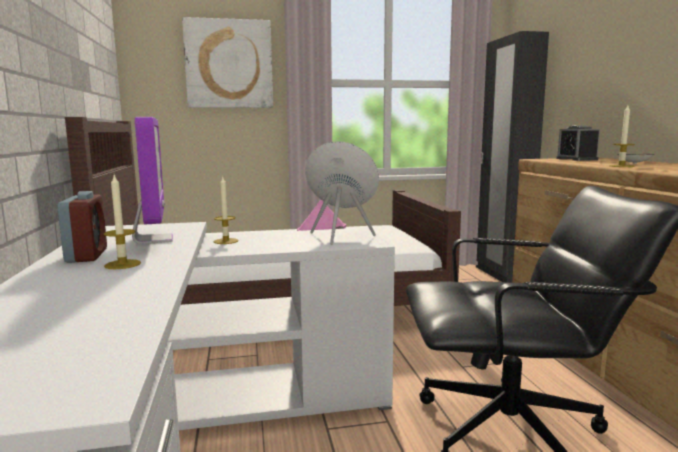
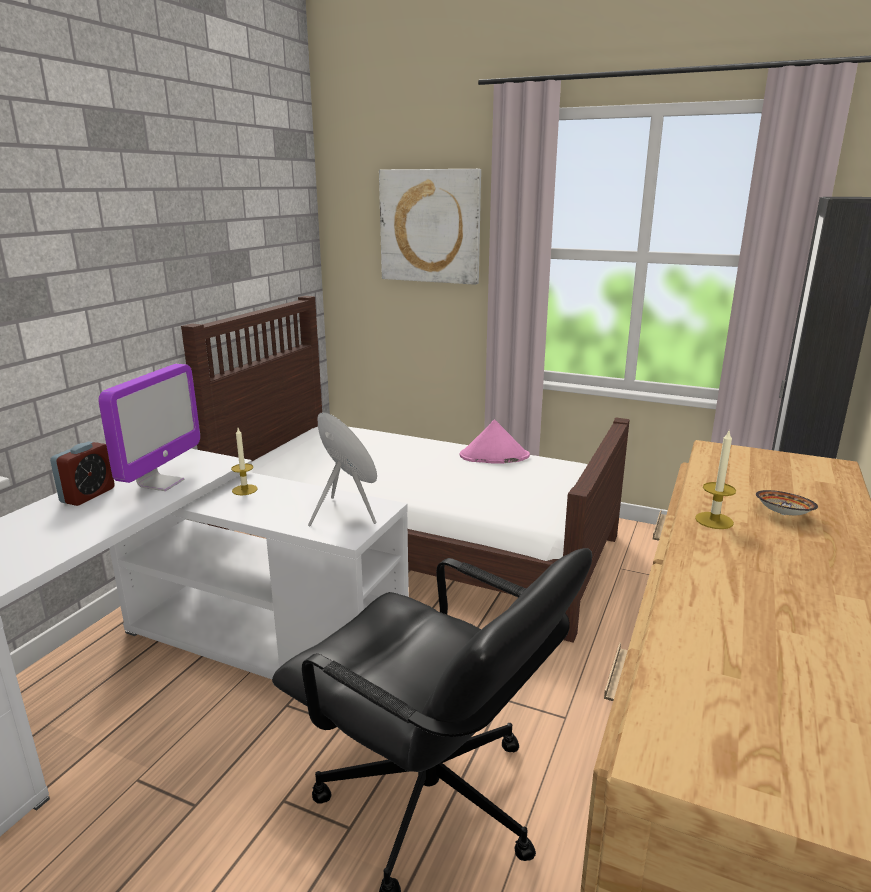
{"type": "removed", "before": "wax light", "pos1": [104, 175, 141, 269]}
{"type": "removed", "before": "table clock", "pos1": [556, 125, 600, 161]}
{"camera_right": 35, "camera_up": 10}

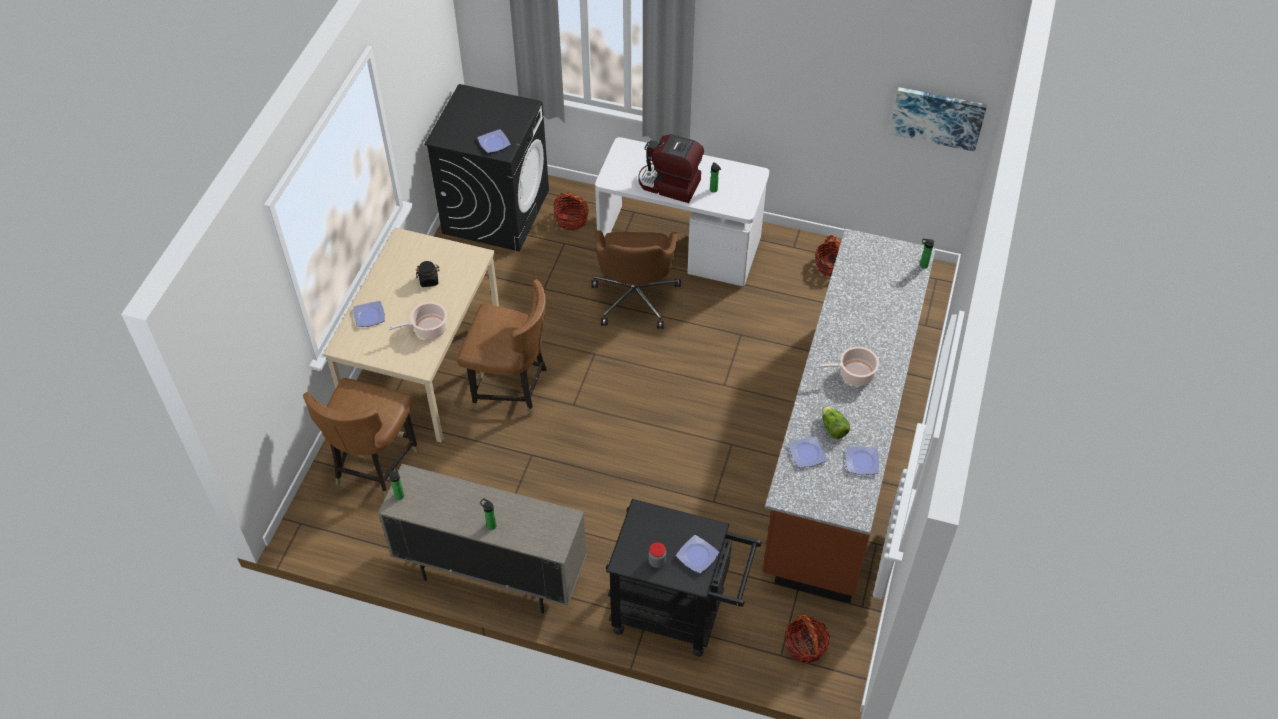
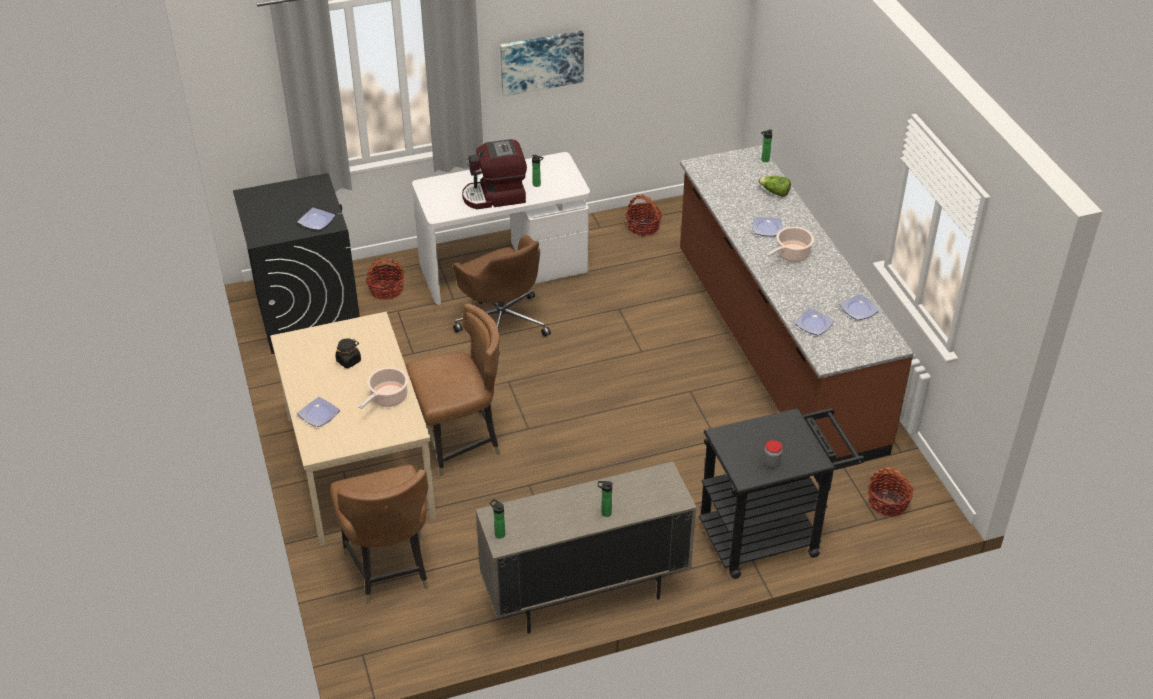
{"type": "moved", "before": "plate", "pos1": [676, 535, 719, 574], "pos2": [752, 217, 783, 236]}
{"type": "moved", "before": "lettuce head", "pos1": [822, 406, 850, 439], "pos2": [758, 176, 791, 197]}
{"type": "moved", "before": "wall art", "pos1": [889, 87, 987, 152], "pos2": [500, 31, 584, 96]}
{"camera_right": -35, "camera_up": -10}

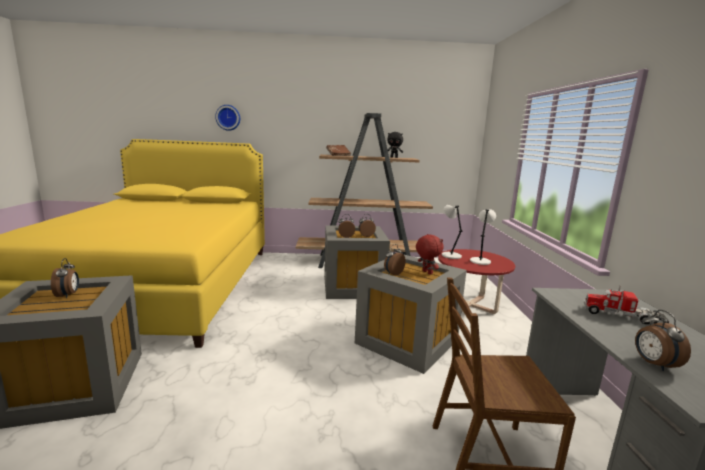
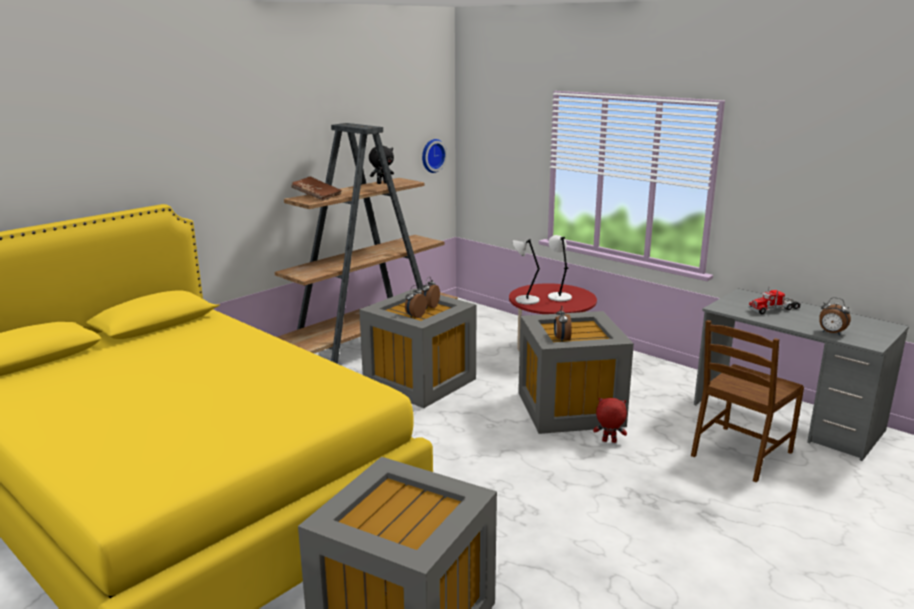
{"type": "removed", "before": "table clock", "pos1": [51, 258, 79, 298]}
{"type": "moved", "before": "wall clock", "pos1": [215, 105, 240, 131], "pos2": [422, 139, 447, 173]}
{"type": "moved", "before": "red soft toy", "pos1": [416, 234, 443, 275], "pos2": [593, 398, 627, 443]}
{"camera_right": -45, "camera_up": 5}

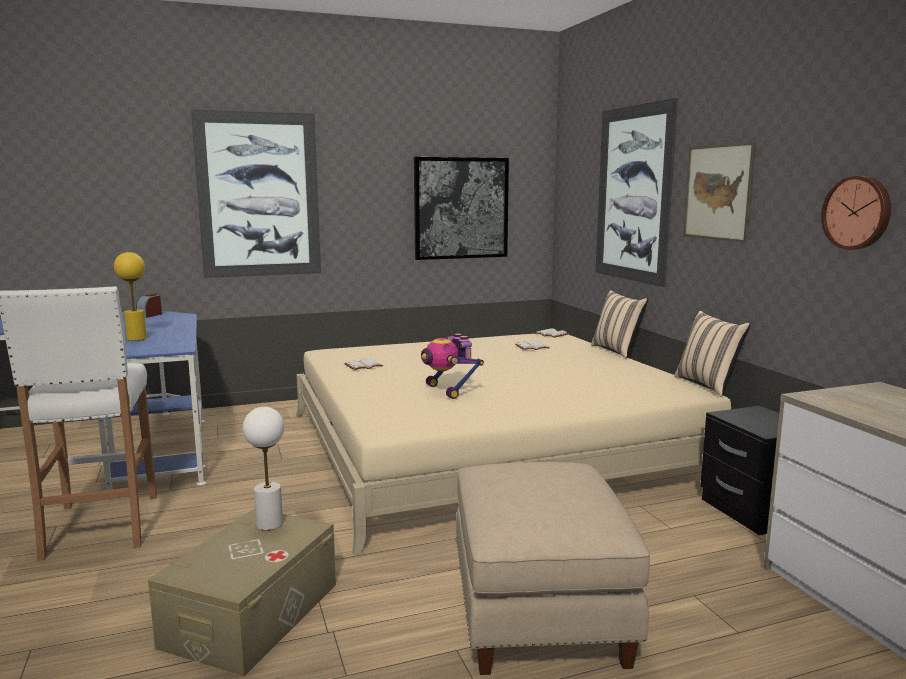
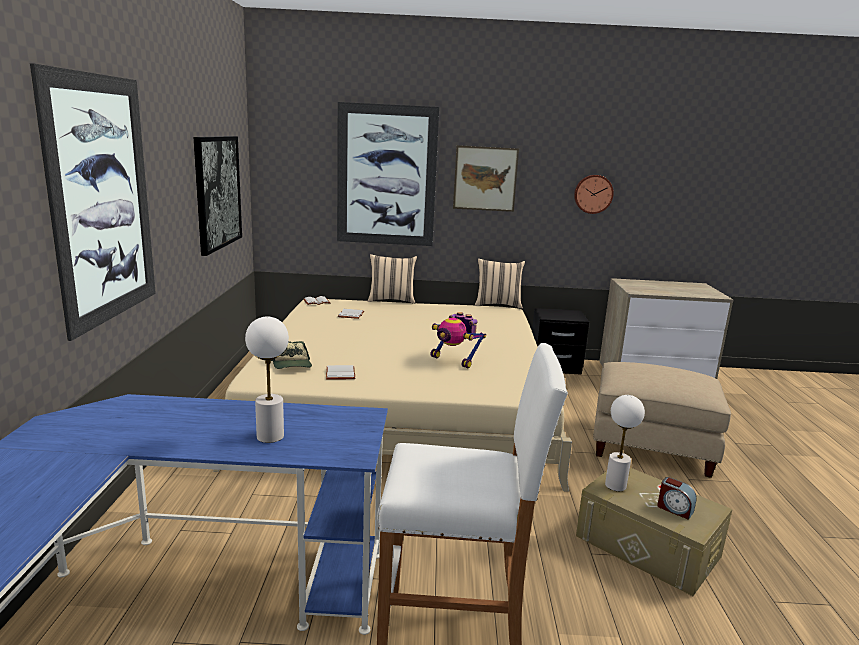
{"type": "added", "after": "baseball cap", "pos2": [271, 341, 312, 369]}
{"type": "moved", "before": "table clock", "pos1": [136, 294, 162, 318], "pos2": [657, 477, 697, 520]}
{"type": "recoloured", "before": "yellowish tabletop lamp", "after": "whitish tabletop lamp", "pos1": [114, 252, 147, 341], "pos2": [245, 317, 289, 443]}
{"type": "turned", "before": "robot figure", "pos1": [421, 333, 484, 399], "pos2": [431, 312, 486, 368], "turn": 45}
{"camera_right": -70, "camera_up": 5}

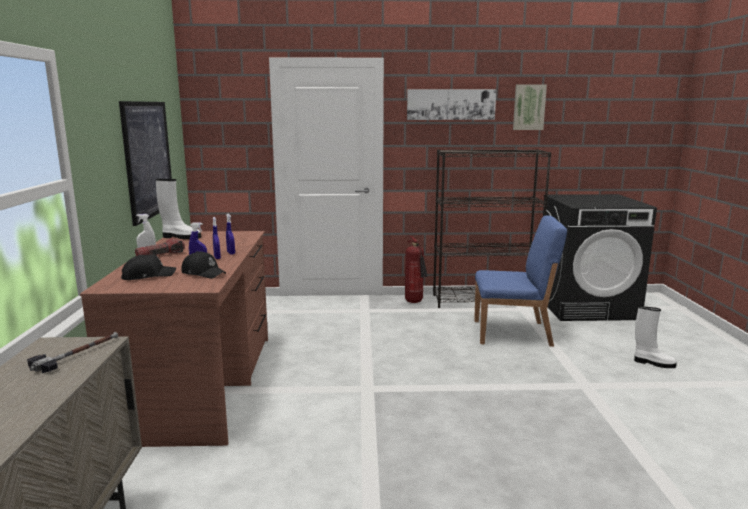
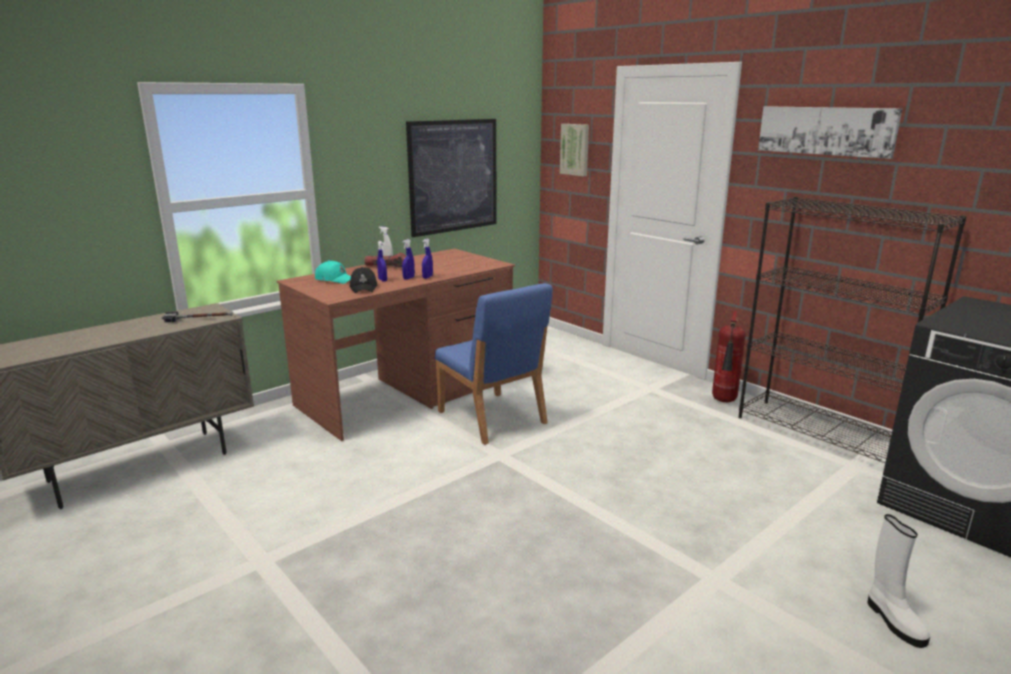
{"type": "removed", "before": "whitish boot", "pos1": [156, 179, 201, 239]}
{"type": "moved", "before": "blue-coloured upright chair", "pos1": [474, 215, 567, 347], "pos2": [435, 283, 553, 445]}
{"type": "moved", "before": "wall art", "pos1": [513, 84, 547, 130], "pos2": [560, 124, 589, 176]}
{"type": "recoloured", "before": "blackish baseball cap", "after": "turquoise baseball cap", "pos1": [121, 255, 176, 280], "pos2": [315, 260, 351, 284]}
{"camera_right": 50, "camera_up": 5}

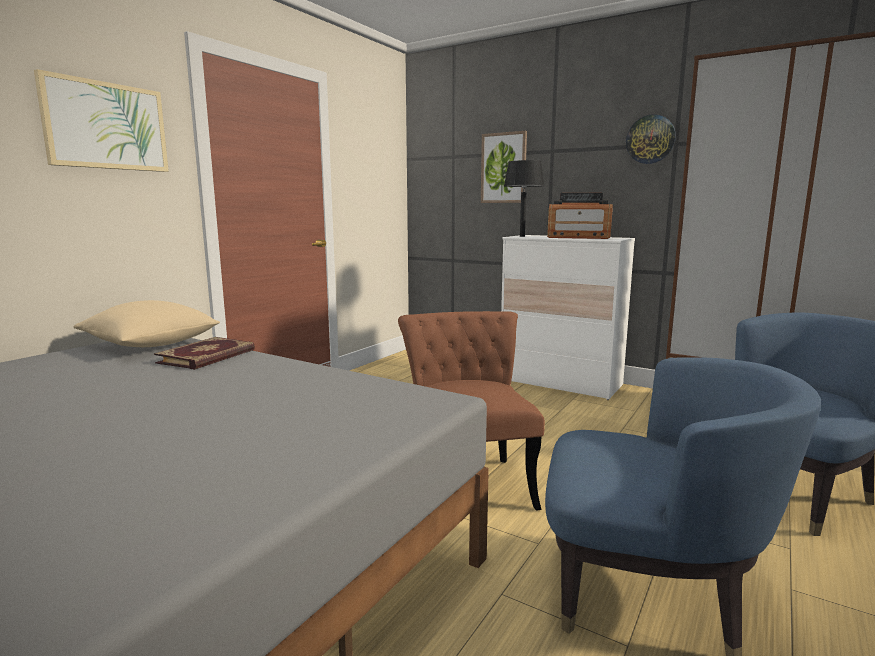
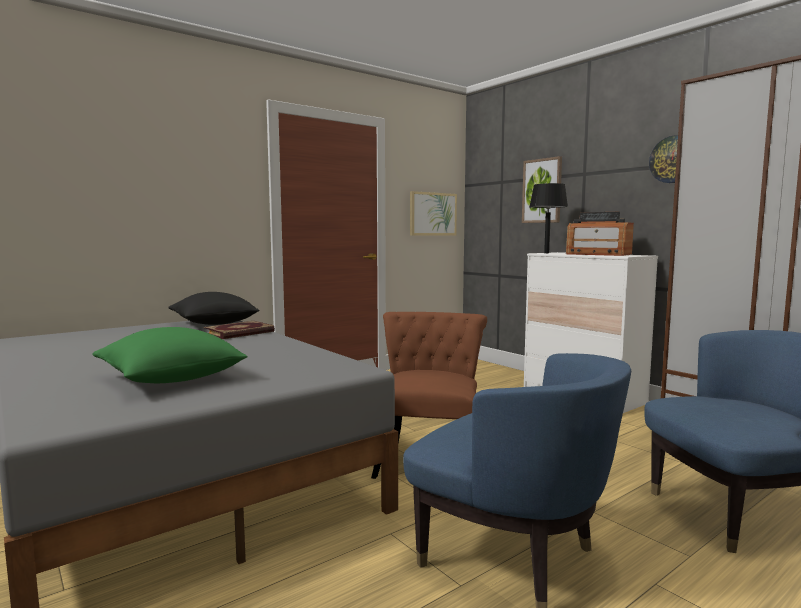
{"type": "added", "after": "green-coloured cushion", "pos2": [92, 327, 247, 383]}
{"type": "moved", "before": "wall art", "pos1": [34, 69, 169, 172], "pos2": [410, 191, 457, 236]}
{"type": "recoloured", "before": "beige cushion", "after": "blackish cushion", "pos1": [73, 300, 220, 347], "pos2": [168, 292, 259, 325]}
{"camera_right": 20, "camera_up": -5}

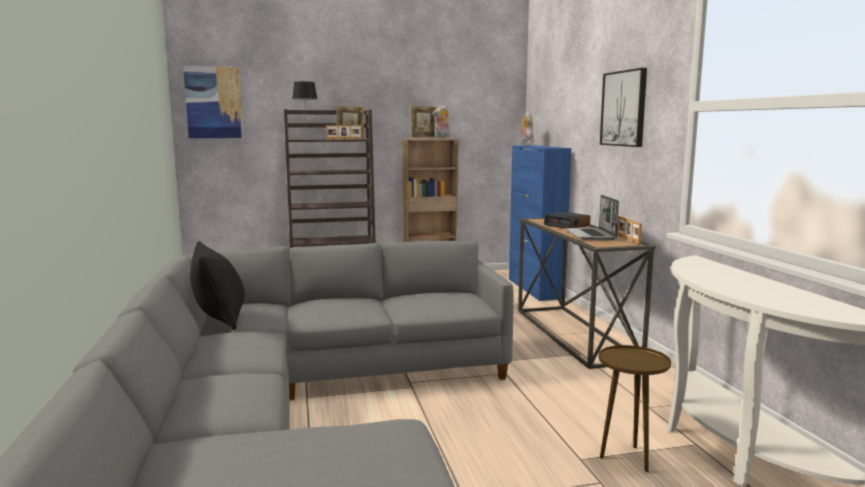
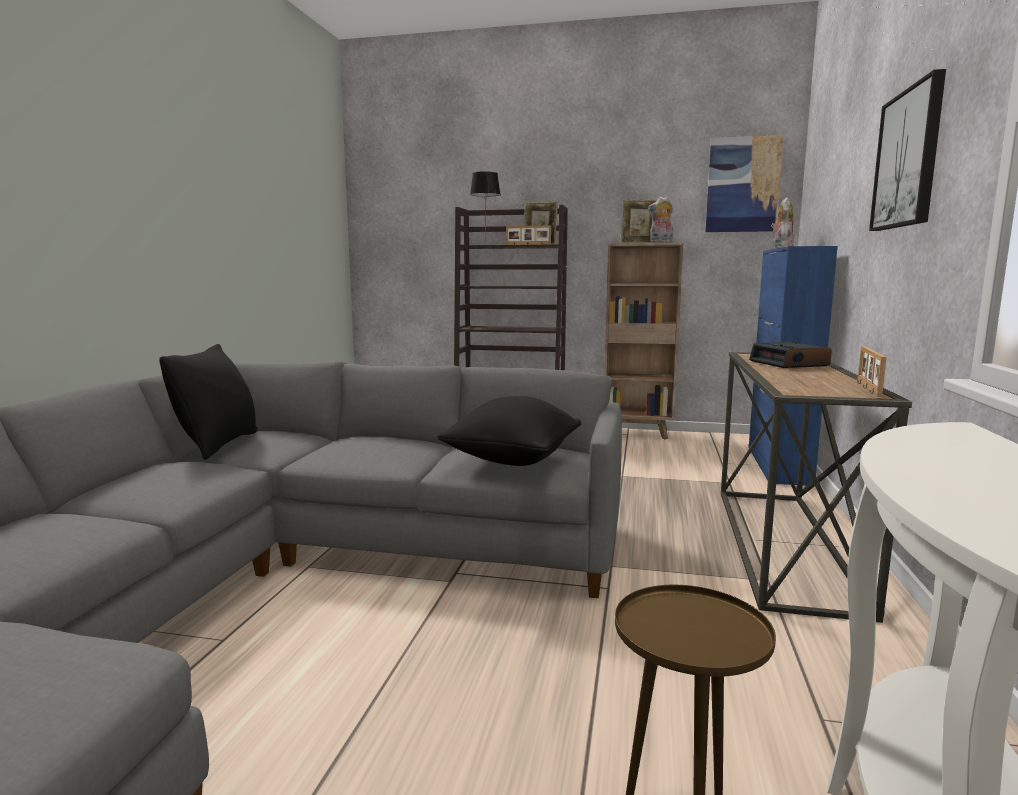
{"type": "removed", "before": "laptop", "pos1": [565, 195, 619, 240]}
{"type": "added", "after": "blackish cushion", "pos2": [437, 396, 582, 466]}
{"type": "moved", "before": "wall art", "pos1": [183, 66, 243, 138], "pos2": [705, 135, 784, 232]}
{"camera_right": 25, "camera_up": 0}

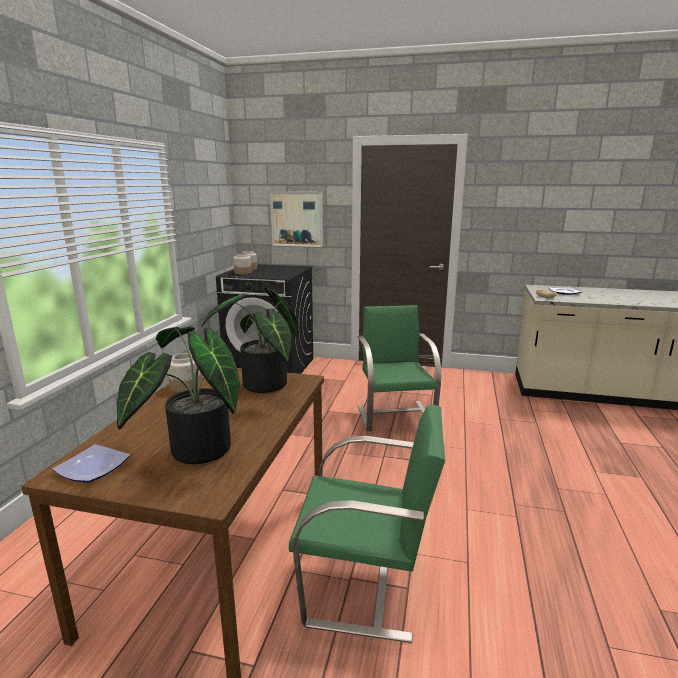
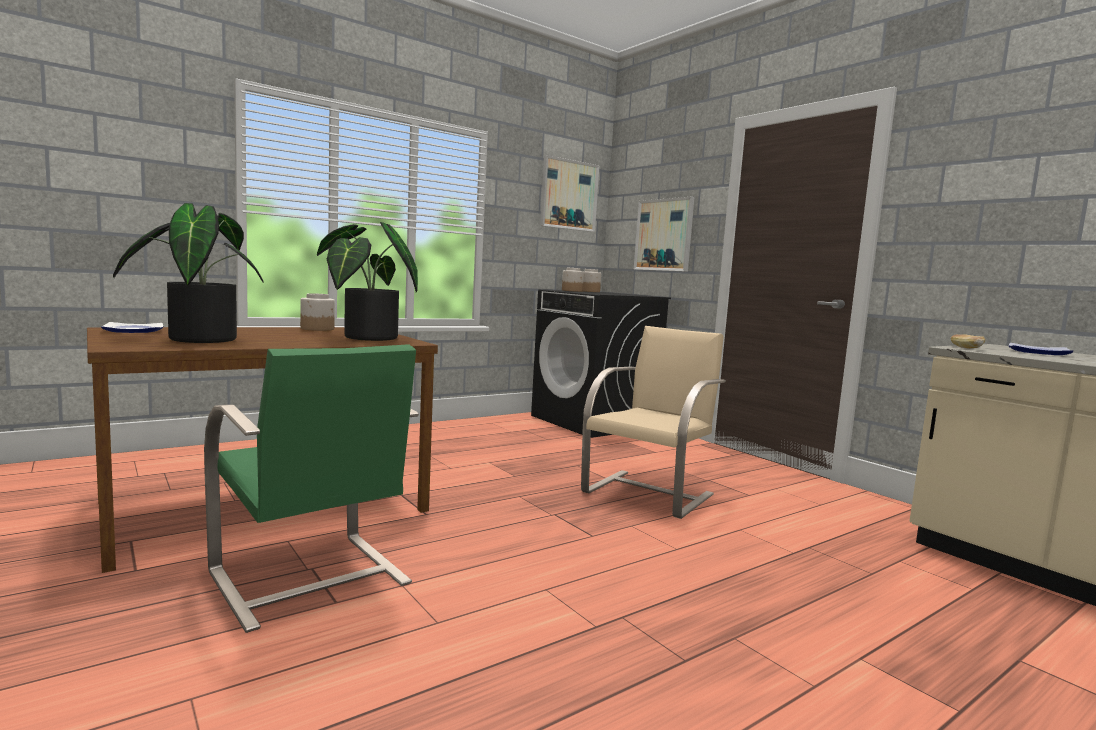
{"type": "added", "after": "wall art", "pos2": [540, 155, 599, 232]}
{"type": "recoloured", "before": "green-coloured upright chair", "after": "beige upright chair", "pos1": [357, 305, 441, 431], "pos2": [581, 326, 726, 519]}
{"camera_right": 40, "camera_up": -10}

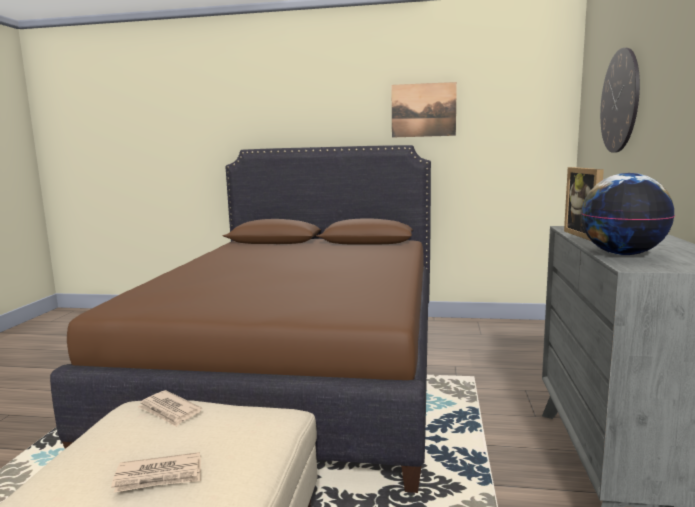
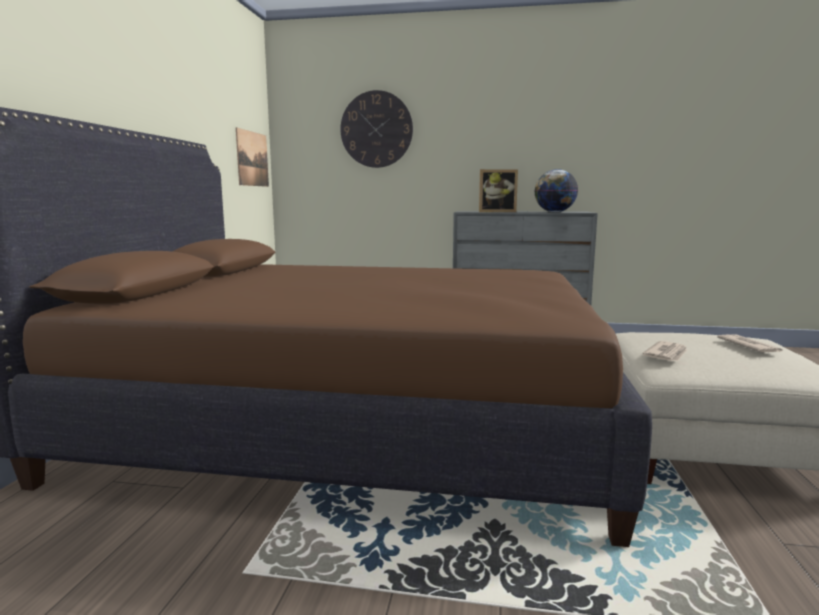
{"type": "moved", "before": "wall art", "pos1": [391, 82, 457, 138], "pos2": [236, 127, 269, 187]}
{"camera_right": -90, "camera_up": 0}

